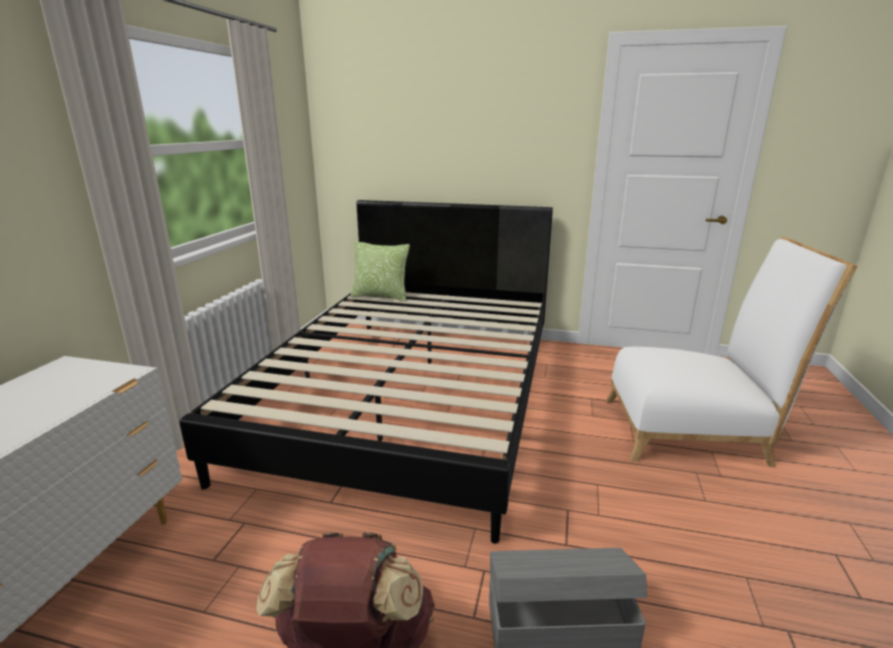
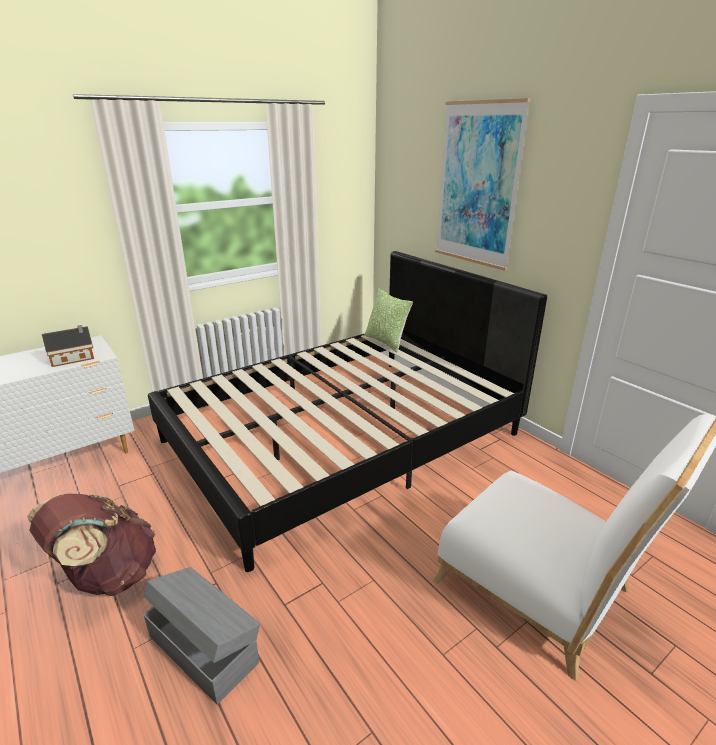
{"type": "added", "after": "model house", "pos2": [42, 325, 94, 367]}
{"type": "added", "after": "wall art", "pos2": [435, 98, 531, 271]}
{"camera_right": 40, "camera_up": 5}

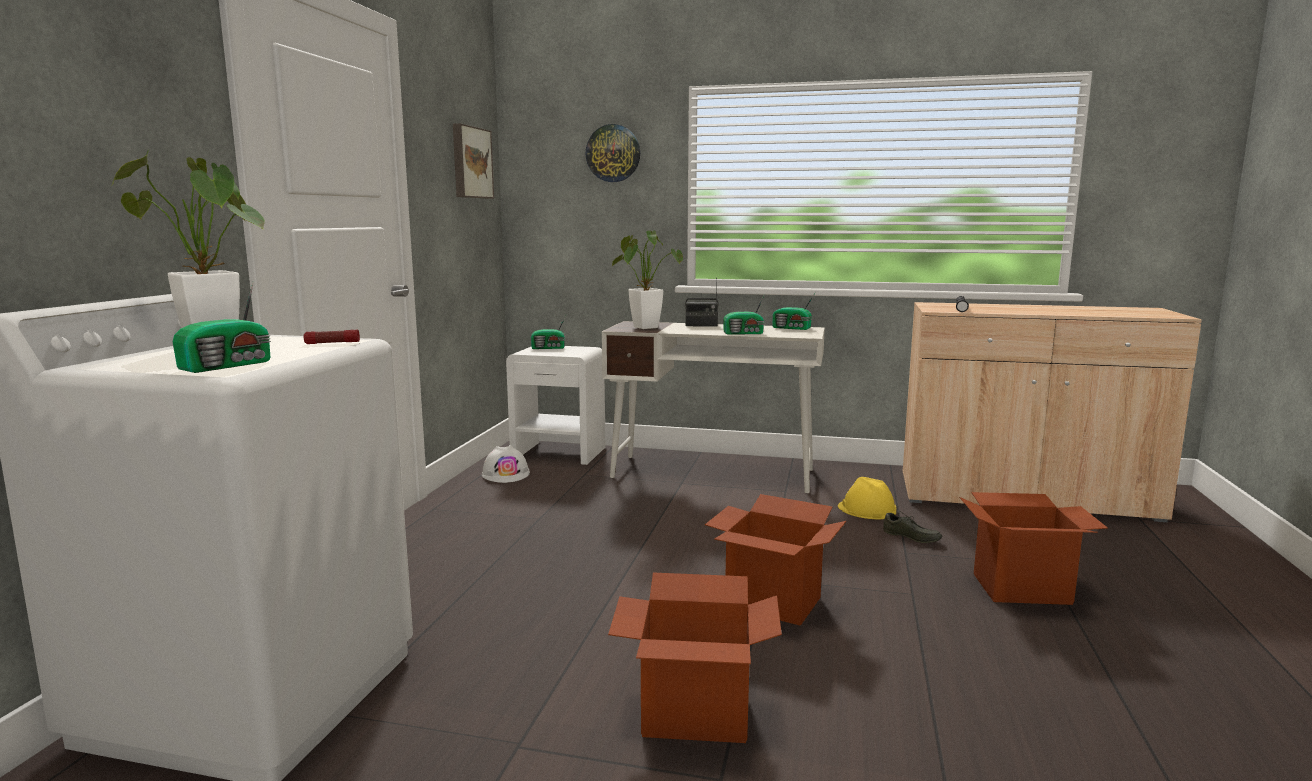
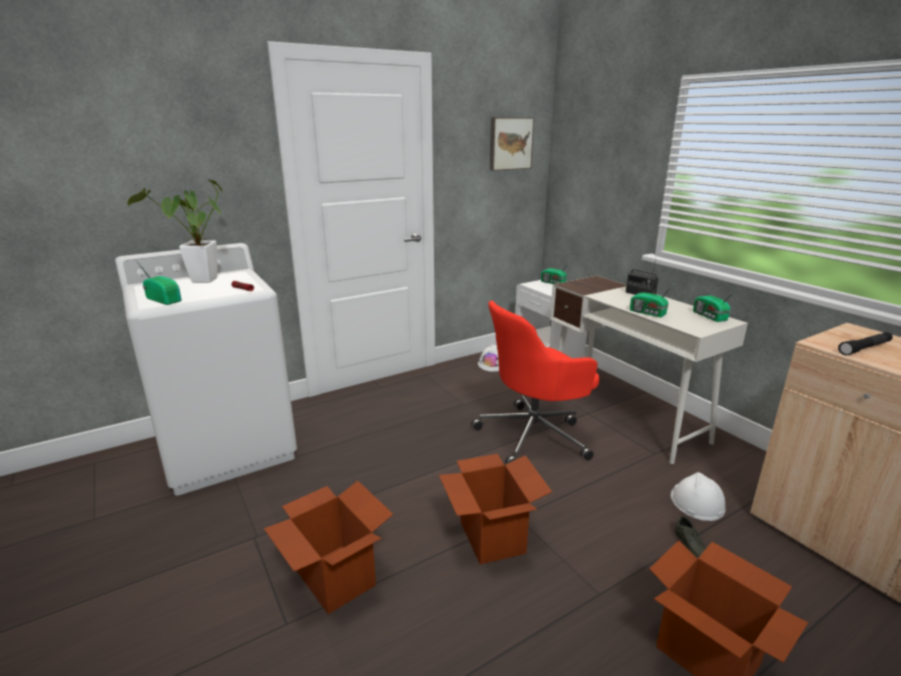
{"type": "removed", "before": "wall clock", "pos1": [586, 124, 640, 182]}
{"type": "removed", "before": "potted plant", "pos1": [612, 230, 683, 329]}
{"type": "added", "after": "red computer chair", "pos2": [471, 301, 600, 464]}
{"type": "recoloured", "before": "yellowish hard hat", "after": "whitish hard hat", "pos1": [838, 477, 896, 519], "pos2": [670, 472, 725, 521]}
{"type": "turned", "before": "radio set", "pos1": [173, 281, 271, 373], "pos2": [135, 259, 181, 305], "turn": -135}
{"camera_right": 45, "camera_up": 10}

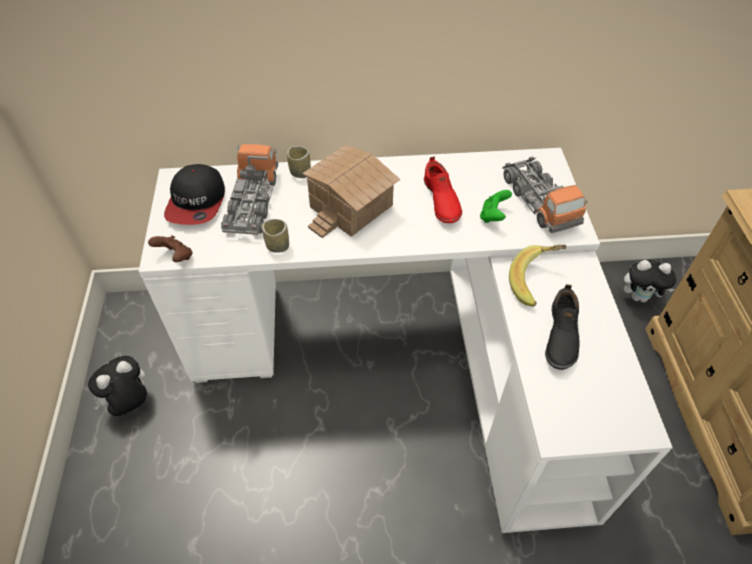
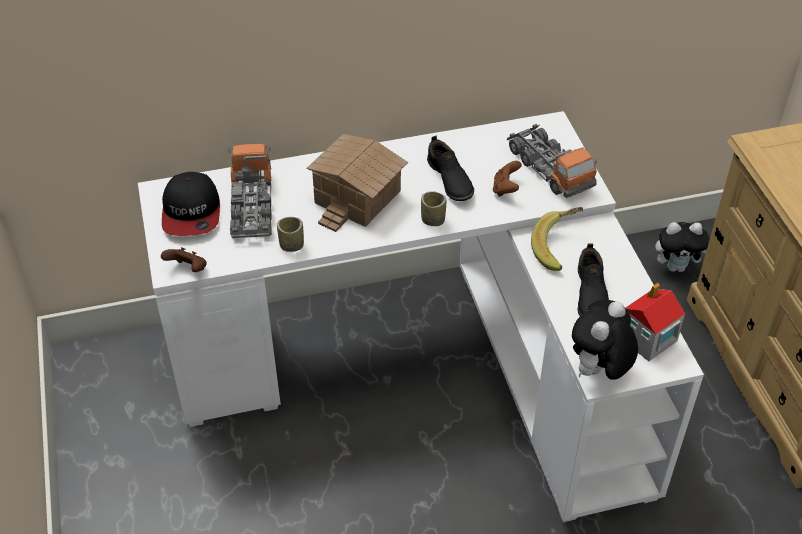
{"type": "added", "after": "model house", "pos2": [625, 283, 685, 362]}
{"type": "moved", "before": "soft toy", "pos1": [88, 356, 147, 416], "pos2": [572, 300, 638, 380]}
{"type": "moved", "before": "small cup", "pos1": [287, 146, 311, 178], "pos2": [421, 191, 446, 226]}
{"type": "recoloured", "before": "red item of footwear", "after": "blackish item of footwear", "pos1": [424, 157, 462, 223], "pos2": [427, 136, 474, 201]}
{"type": "recoloured", "before": "green-coloured gamepad", "after": "brown gamepad", "pos1": [480, 190, 512, 223], "pos2": [493, 161, 522, 197]}
{"camera_right": -10, "camera_up": -5}

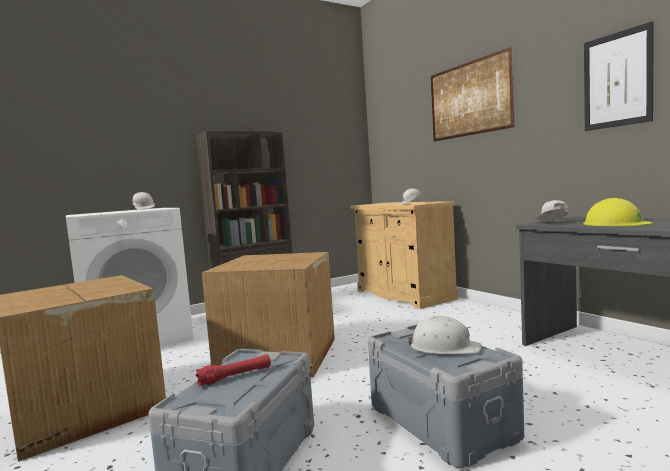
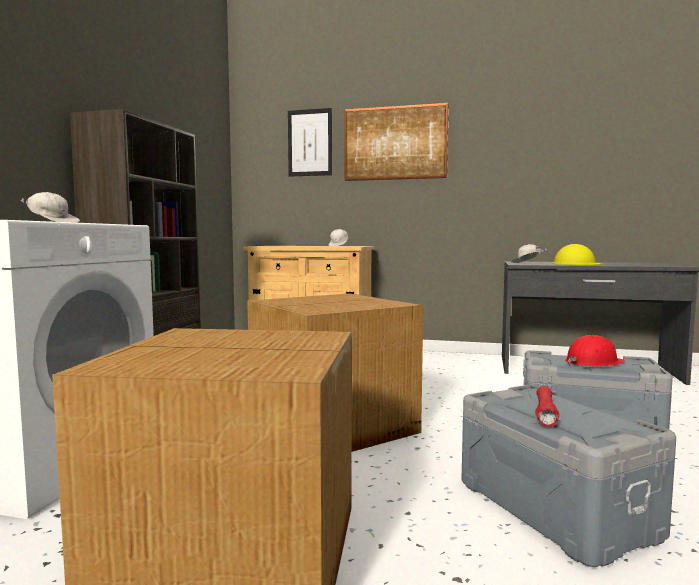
{"type": "moved", "before": "wall art", "pos1": [584, 21, 654, 131], "pos2": [288, 108, 332, 177]}
{"type": "recoloured", "before": "whitish hard hat", "after": "red hard hat", "pos1": [406, 316, 482, 354], "pos2": [565, 335, 626, 367]}
{"camera_right": -45, "camera_up": 0}

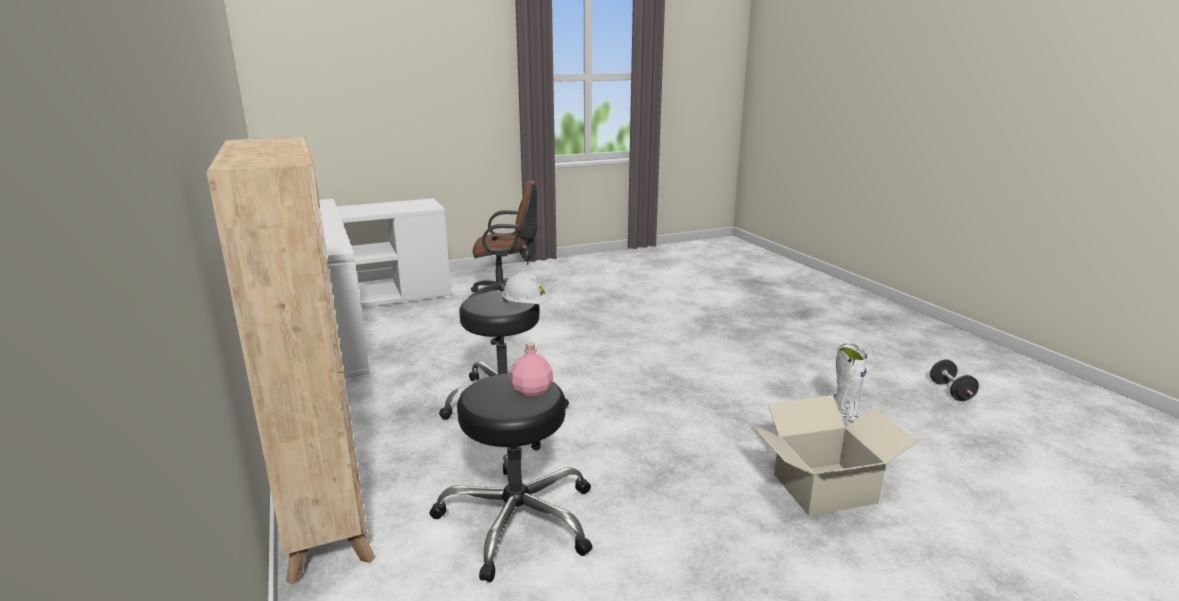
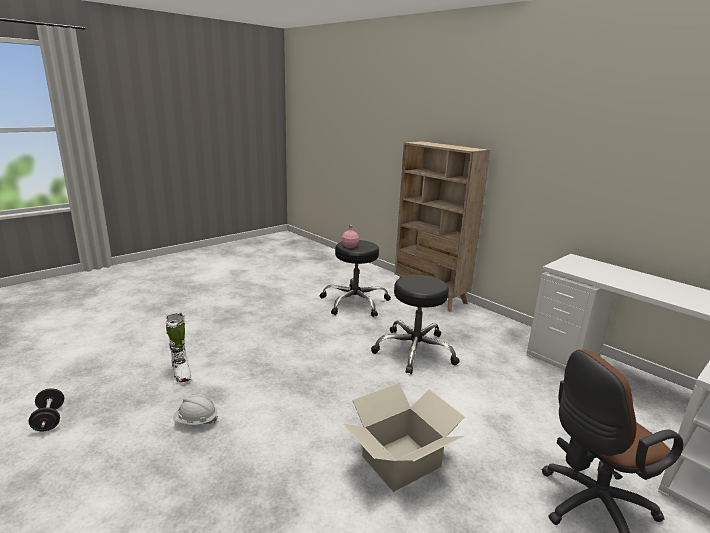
{"type": "moved", "before": "whitish hard hat", "pos1": [502, 272, 552, 304], "pos2": [173, 394, 218, 425]}
{"type": "moved", "before": "packing box", "pos1": [753, 395, 918, 516], "pos2": [343, 383, 465, 492]}
{"camera_right": 160, "camera_up": 0}

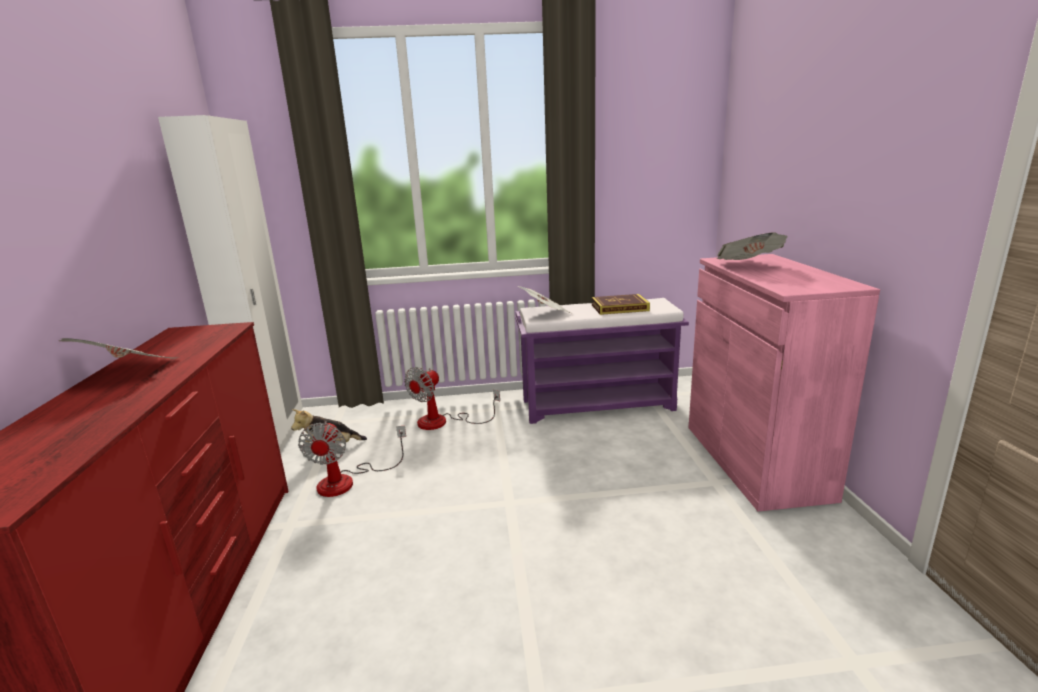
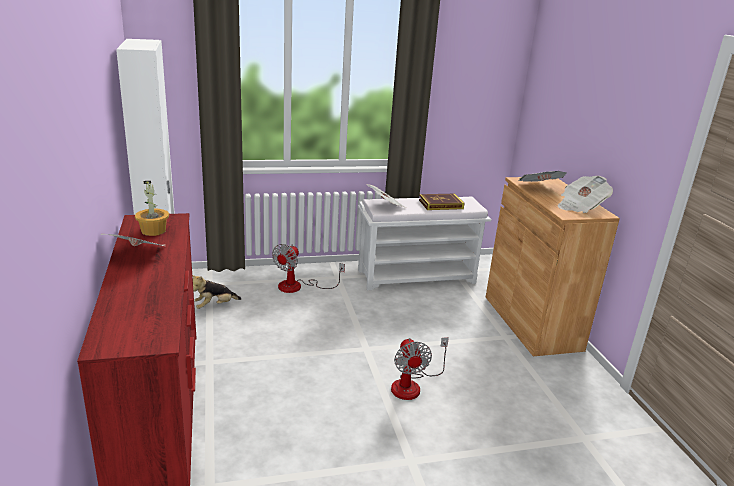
{"type": "added", "after": "potted plant", "pos2": [135, 181, 169, 236]}
{"type": "added", "after": "daily paper", "pos2": [558, 176, 613, 213]}
{"type": "moved", "before": "fan", "pos1": [298, 421, 406, 497], "pos2": [391, 337, 449, 400]}
{"type": "recoloured", "before": "purple-coloured long seat", "after": "whitish long seat", "pos1": [515, 298, 689, 424], "pos2": [358, 197, 491, 290]}
{"type": "recoloured", "before": "pinkish cabinet", "after": "brown cabinet", "pos1": [689, 254, 880, 512], "pos2": [486, 177, 620, 356]}
{"camera_right": -10, "camera_up": 5}

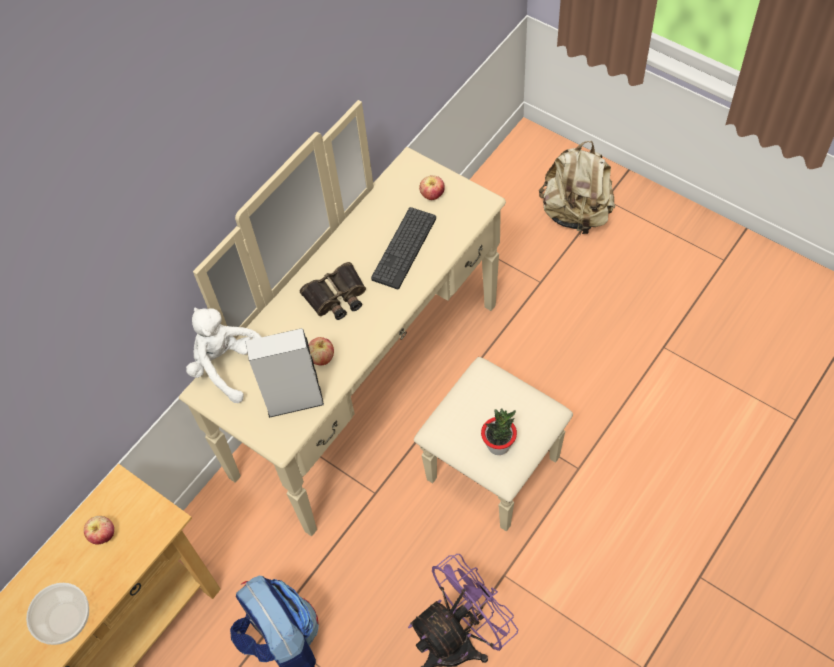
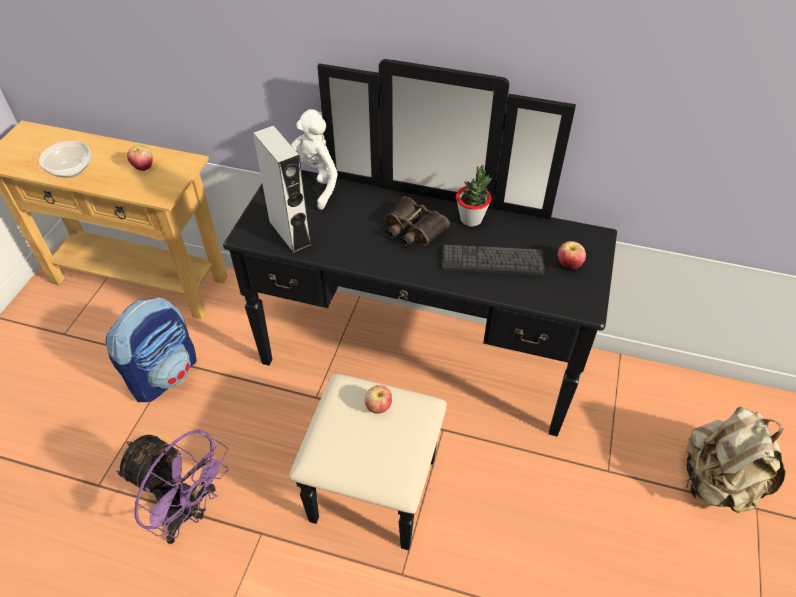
{"type": "moved", "before": "whole apple", "pos1": [309, 337, 334, 365], "pos2": [365, 385, 392, 414]}
{"type": "moved", "before": "potted plant", "pos1": [481, 408, 517, 455], "pos2": [456, 165, 492, 227]}
{"type": "recoloured", "before": "beige drawer chest", "after": "blackish drawer chest", "pos1": [179, 100, 573, 536], "pos2": [223, 59, 617, 550]}
{"camera_right": 65, "camera_up": -10}

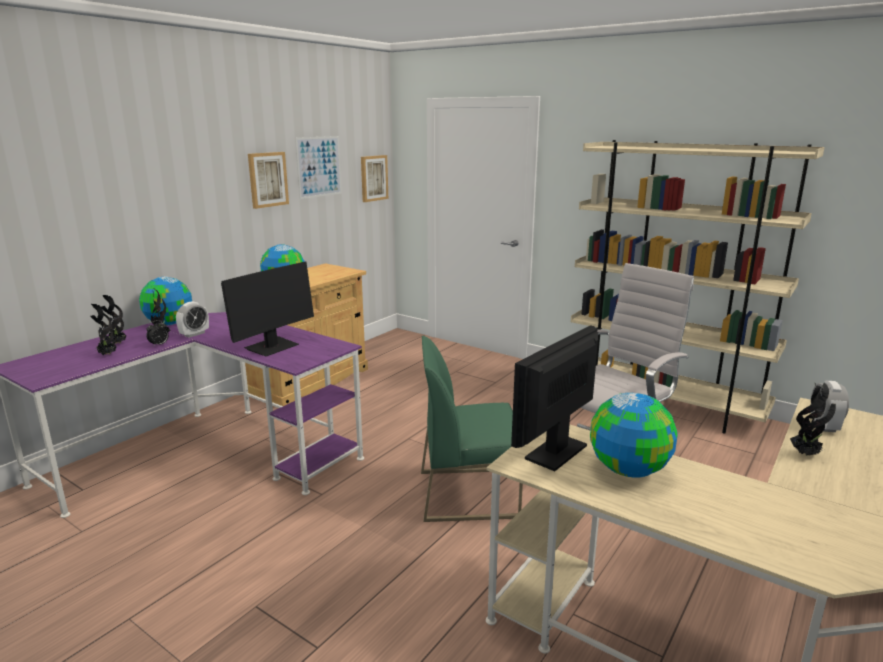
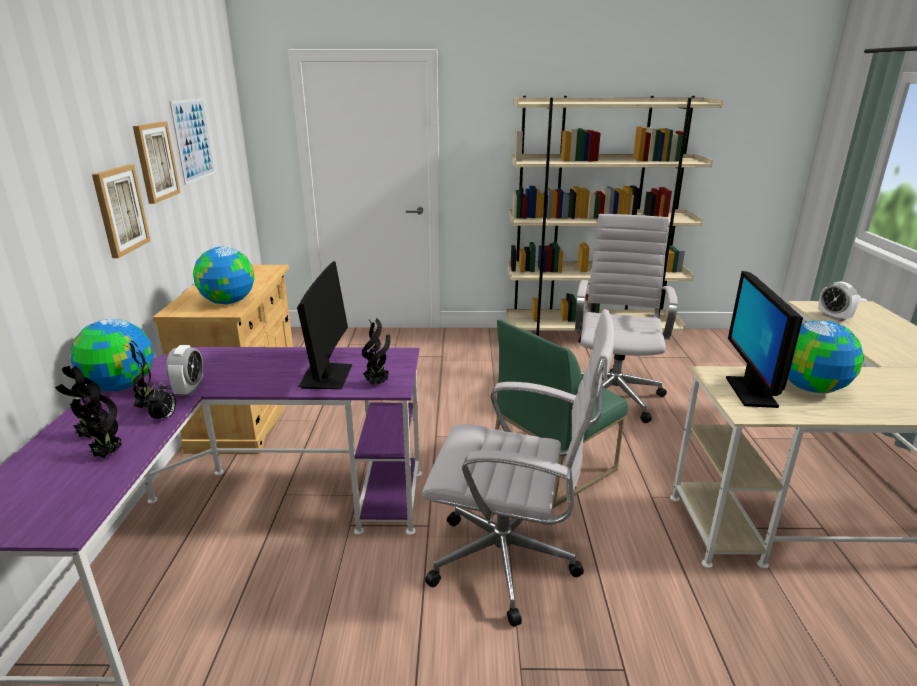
{"type": "added", "after": "whitish computer chair", "pos2": [422, 309, 614, 627]}
{"type": "moved", "before": "wall art", "pos1": [361, 155, 388, 202], "pos2": [92, 165, 150, 258]}
{"type": "moved", "before": "potted plant", "pos1": [790, 382, 836, 456], "pos2": [362, 318, 391, 385]}
{"camera_right": -35, "camera_up": 5}

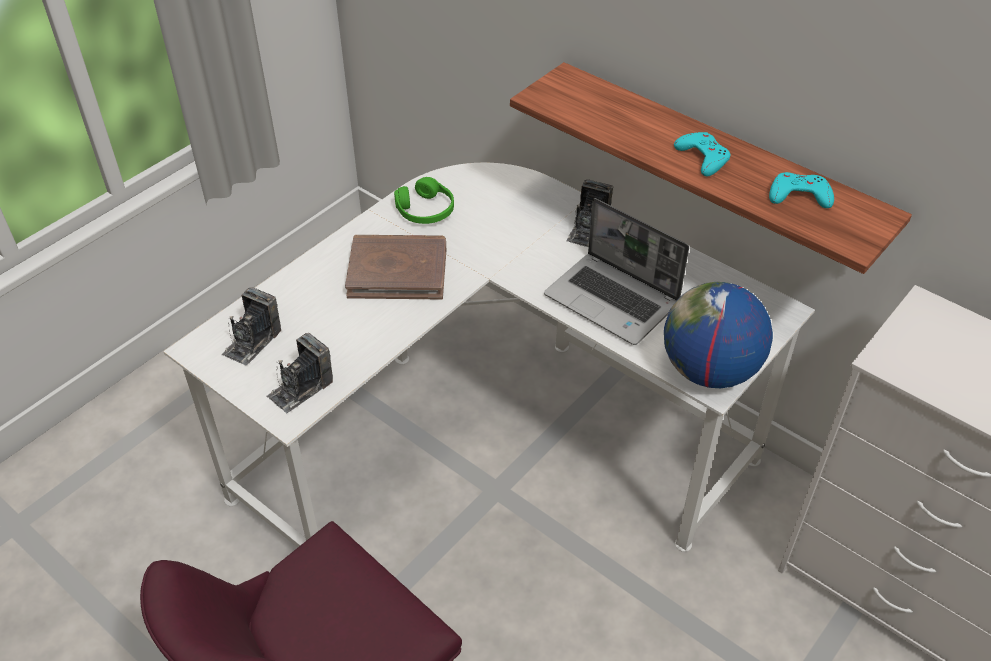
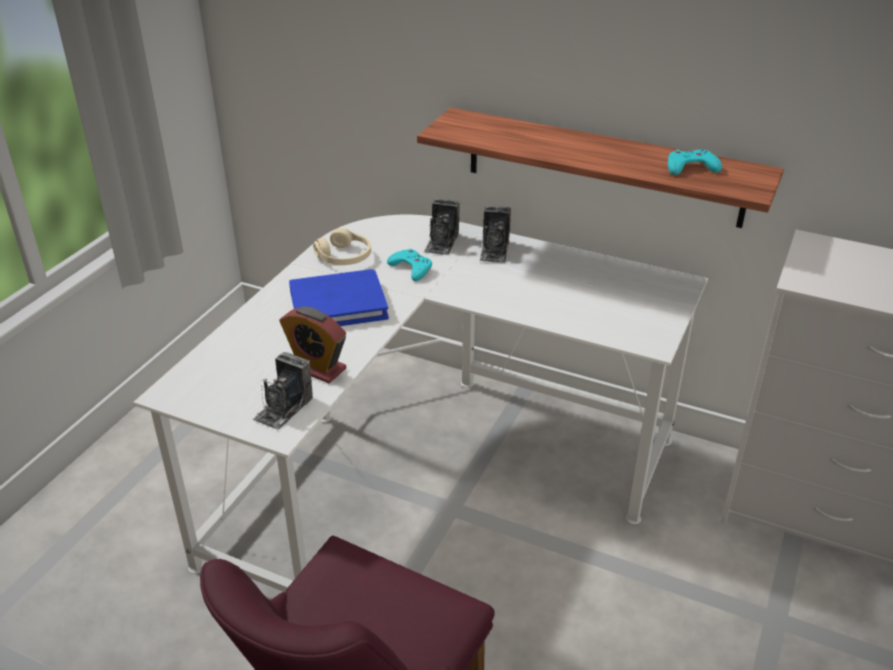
{"type": "removed", "before": "laptop", "pos1": [544, 198, 689, 345]}
{"type": "removed", "before": "desk globe", "pos1": [664, 282, 773, 388]}
{"type": "added", "after": "table clock", "pos2": [279, 307, 347, 383]}
{"type": "moved", "before": "photo camera", "pos1": [221, 287, 281, 366], "pos2": [424, 199, 460, 255]}
{"type": "moved", "before": "turquoise gamepad", "pos1": [674, 132, 731, 177], "pos2": [387, 249, 432, 281]}
{"type": "recoloured", "before": "brown volume", "after": "blue-coloured volume", "pos1": [345, 235, 446, 299], "pos2": [289, 269, 389, 326]}
{"type": "recoloured", "before": "green-coloured pair of headphones", "after": "beige pair of headphones", "pos1": [394, 177, 454, 224], "pos2": [313, 228, 371, 265]}
{"camera_right": -15, "camera_up": -10}

